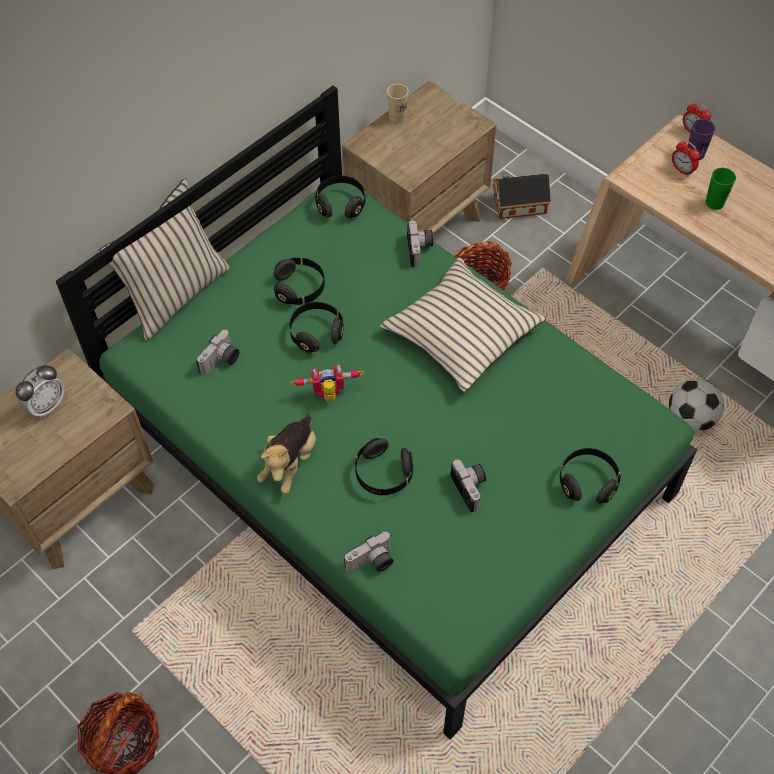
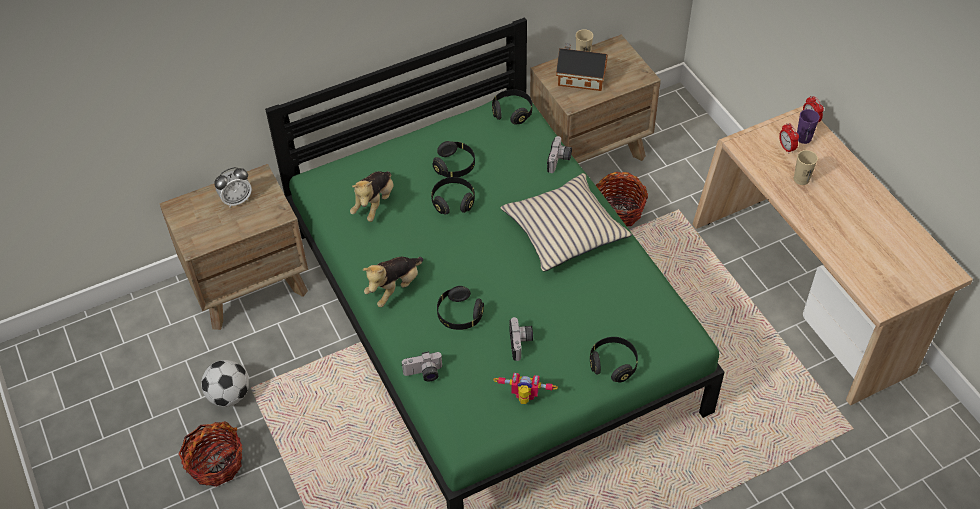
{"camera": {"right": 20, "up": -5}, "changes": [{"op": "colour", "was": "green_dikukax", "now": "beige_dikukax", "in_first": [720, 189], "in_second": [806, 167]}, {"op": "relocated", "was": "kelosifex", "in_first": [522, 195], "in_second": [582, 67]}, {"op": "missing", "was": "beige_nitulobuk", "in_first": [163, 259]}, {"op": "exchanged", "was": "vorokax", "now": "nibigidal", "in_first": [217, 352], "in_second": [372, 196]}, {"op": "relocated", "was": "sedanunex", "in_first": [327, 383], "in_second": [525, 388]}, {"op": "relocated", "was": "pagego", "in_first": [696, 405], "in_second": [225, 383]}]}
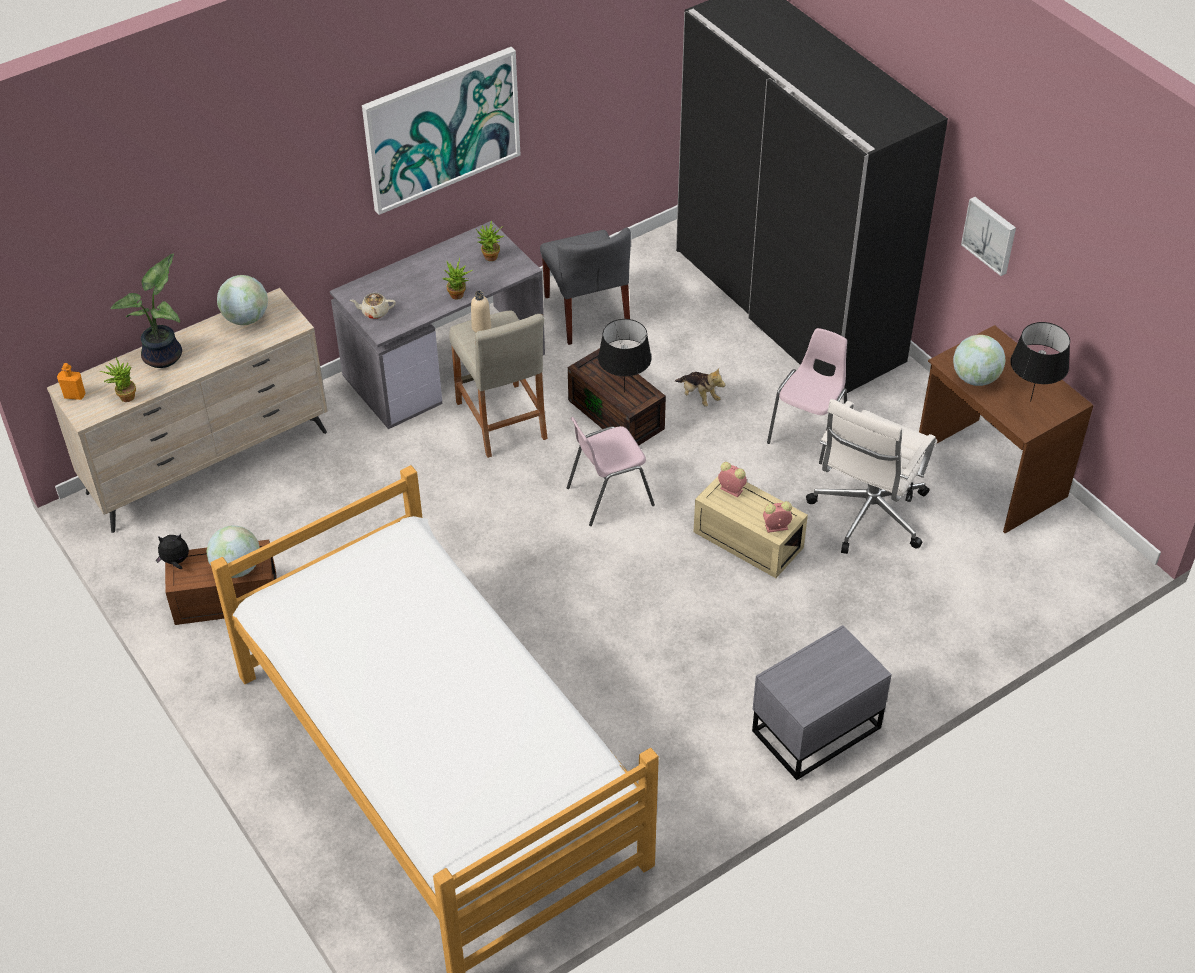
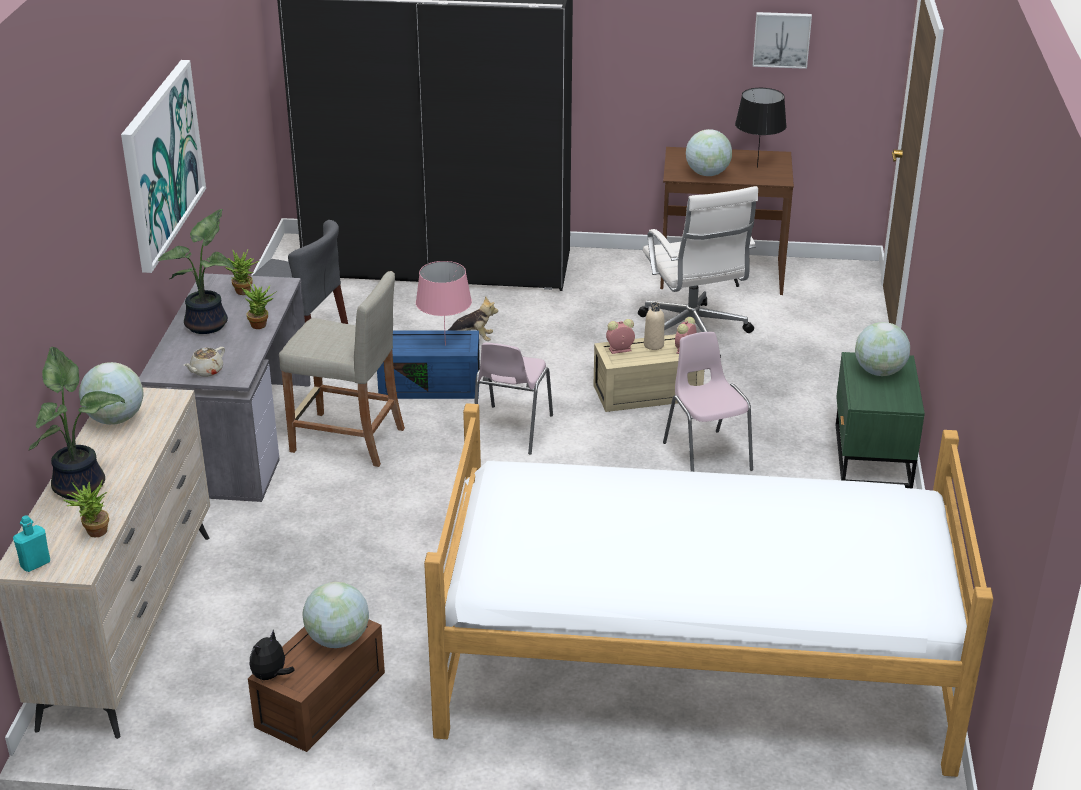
{"camera": {"right": -50, "up": -15}, "changes": [{"op": "relocated", "was": "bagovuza", "in_first": [988, 236], "in_second": [782, 40]}, {"op": "relocated", "was": "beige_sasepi", "in_first": [481, 312], "in_second": [654, 326]}, {"op": "colour", "was": "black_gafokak", "now": "pink_gafokak", "in_first": [625, 356], "in_second": [444, 303]}, {"op": "relocated", "was": "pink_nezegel", "in_first": [807, 396], "in_second": [708, 402]}, {"op": "colour", "was": "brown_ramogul", "now": "blue_ramogul", "in_first": [617, 397], "in_second": [428, 364]}, {"op": "colour", "was": "orange_sasepi", "now": "turquoise_sasepi", "in_first": [71, 381], "in_second": [31, 543]}, {"op": "colour", "was": "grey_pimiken", "now": "green_pimiken", "in_first": [822, 702], "in_second": [880, 420]}, {"op": "appeared", "now": "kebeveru", "in_second": [196, 271]}, {"op": "appeared", "now": "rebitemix", "in_second": [882, 349]}]}
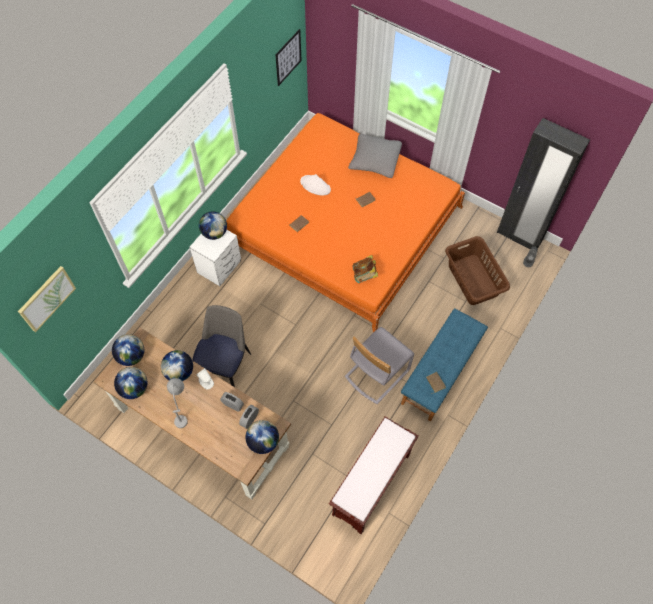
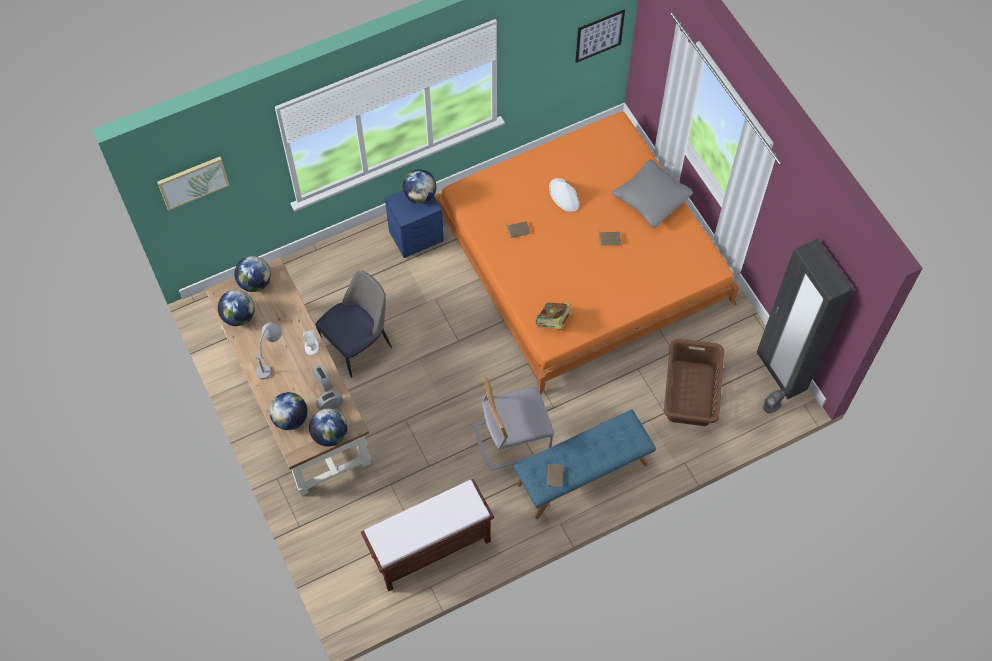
{"camera": {"right": 30, "up": 0}, "changes": [{"op": "colour", "was": "white_pimiken", "now": "blue_pimiken", "in_first": [215, 258], "in_second": [414, 224]}, {"op": "relocated", "was": "rebitemix", "in_first": [177, 365], "in_second": [288, 411]}]}
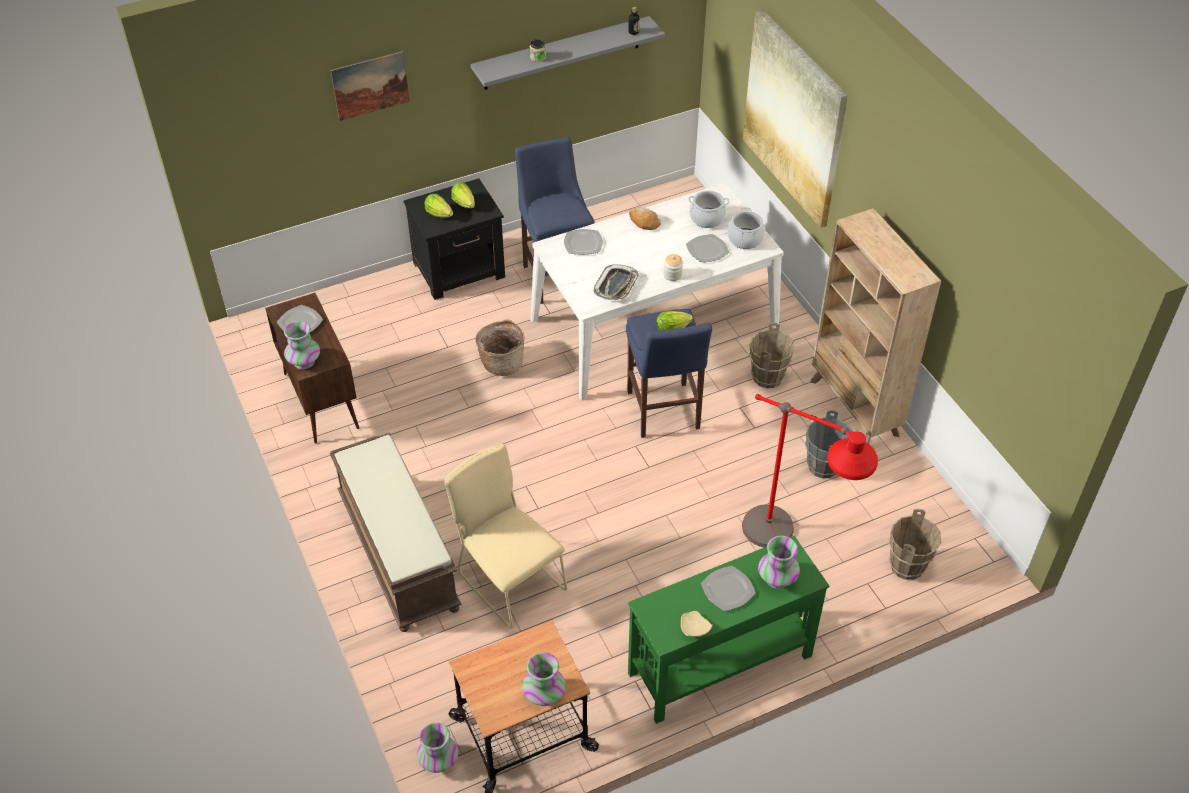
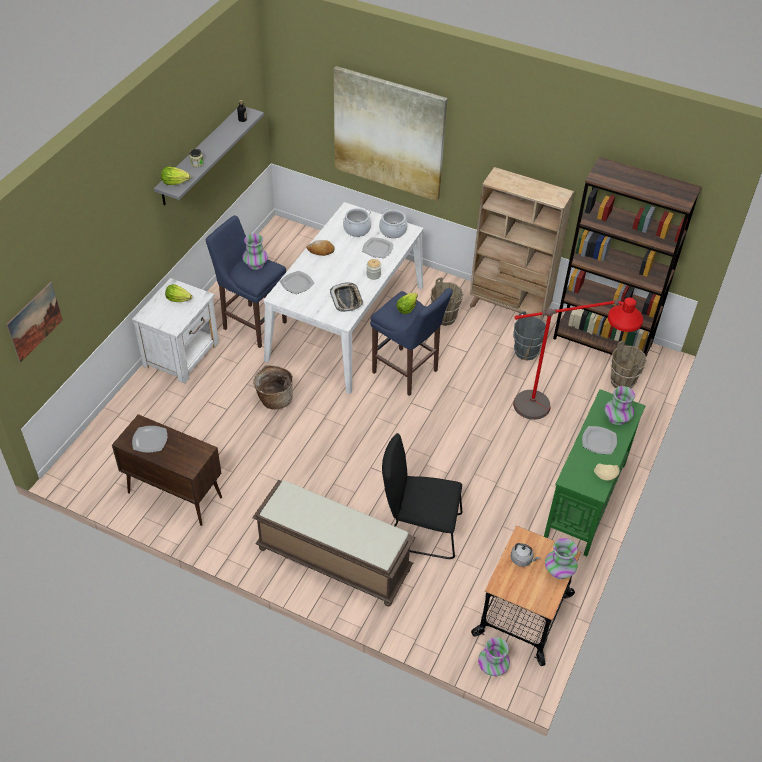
{"camera": {"right": -40, "up": 0}, "changes": [{"op": "relocated", "was": "bagovuza", "in_first": [370, 86], "in_second": [34, 322]}, {"op": "colour", "was": "black_pimiken", "now": "white_pimiken", "in_first": [454, 239], "in_second": [175, 330]}, {"op": "relocated", "was": "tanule", "in_first": [439, 205], "in_second": [176, 176]}, {"op": "relocated", "was": "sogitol", "in_first": [302, 345], "in_second": [255, 252]}, {"op": "colour", "was": "beige_nezegel", "now": "black_nezegel", "in_first": [506, 536], "in_second": [422, 496]}, {"op": "appeared", "now": "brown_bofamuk", "in_second": [627, 256]}, {"op": "appeared", "now": "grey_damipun", "in_second": [525, 555]}]}
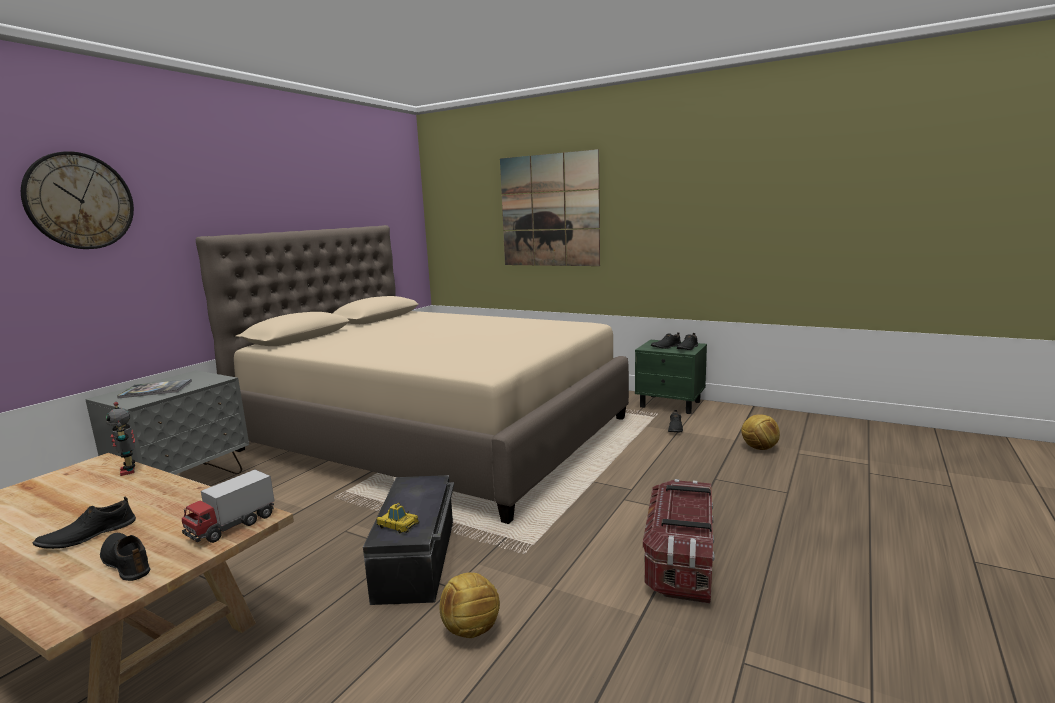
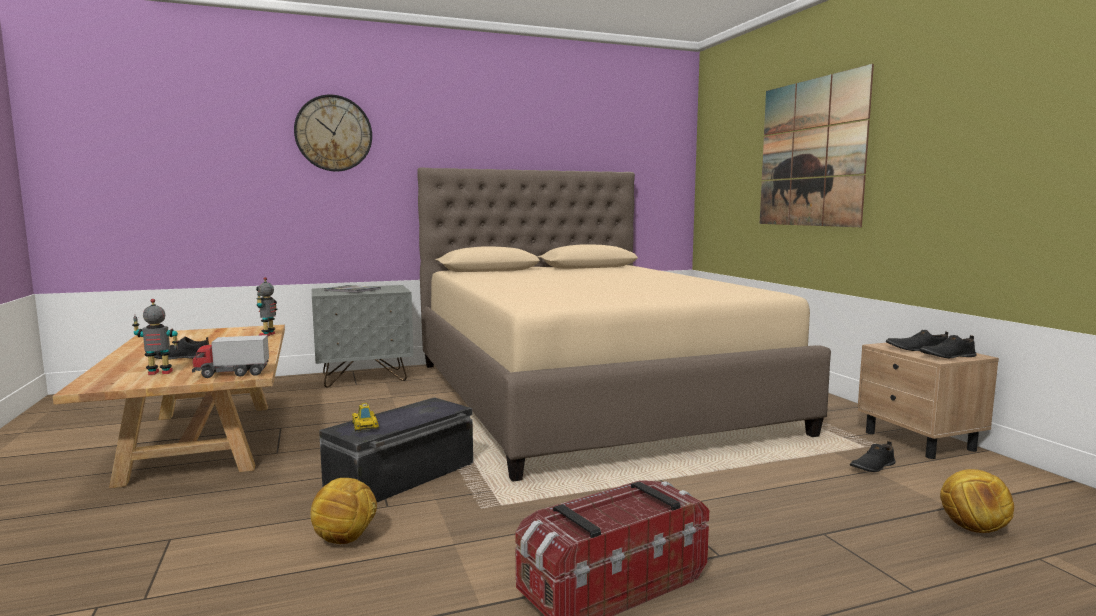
{"camera": {"right": 40, "up": -5}, "changes": [{"op": "colour", "was": "green_pimiken", "now": "beige_pimiken", "in_first": [671, 377], "in_second": [928, 401]}, {"op": "exchanged", "was": "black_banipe", "now": "sedanunex", "in_first": [125, 557], "in_second": [155, 337]}]}
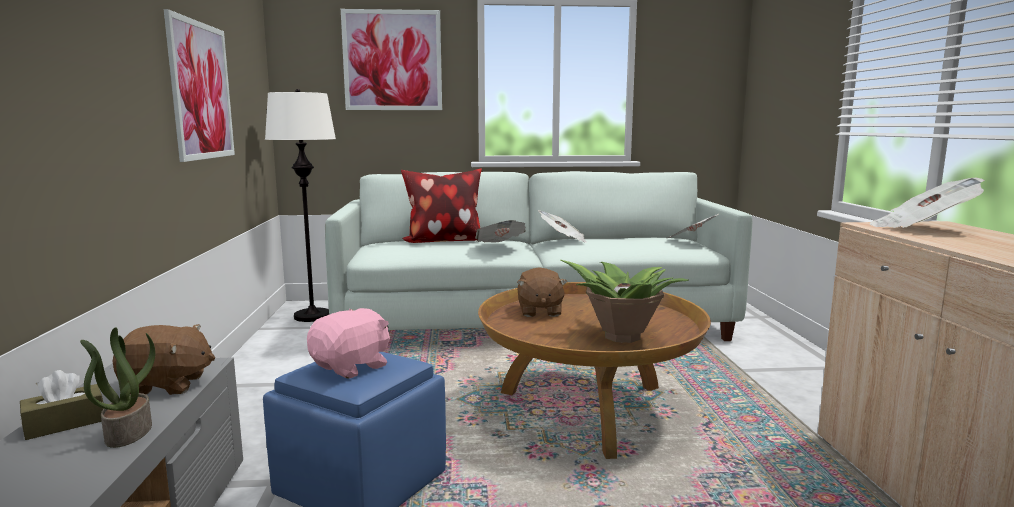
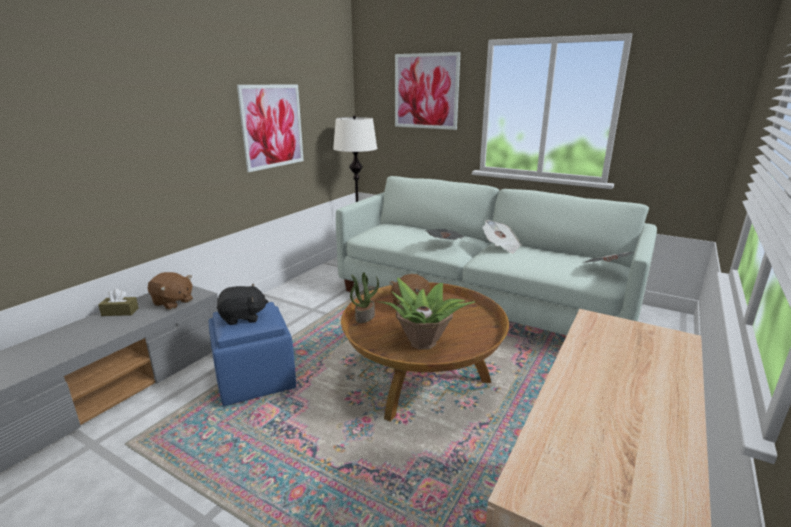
{"camera": {"right": 35, "up": 10}, "changes": [{"op": "missing", "was": "nitulobuk", "in_first": [441, 206]}, {"op": "missing", "was": "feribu", "in_first": [927, 203]}, {"op": "colour", "was": "pink_nibigidal", "now": "black_nibigidal", "in_first": [348, 343], "in_second": [242, 304]}, {"op": "relocated", "was": "kebeveru", "in_first": [117, 387], "in_second": [364, 297]}]}
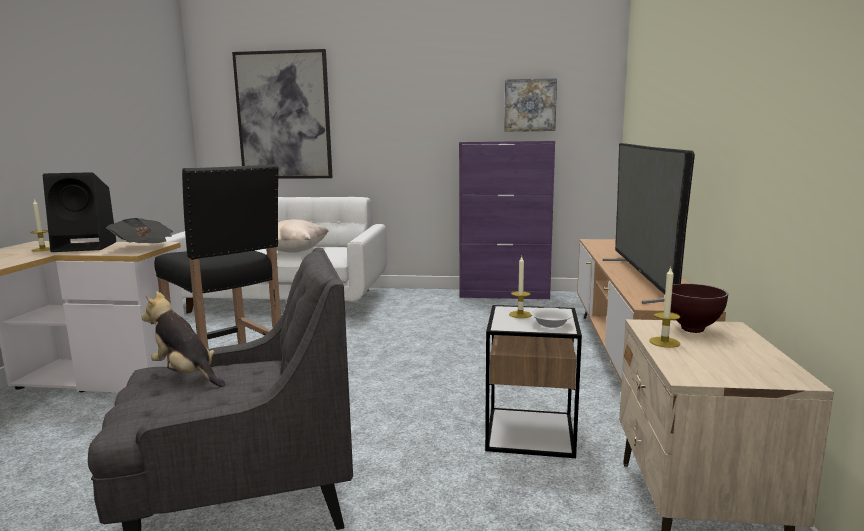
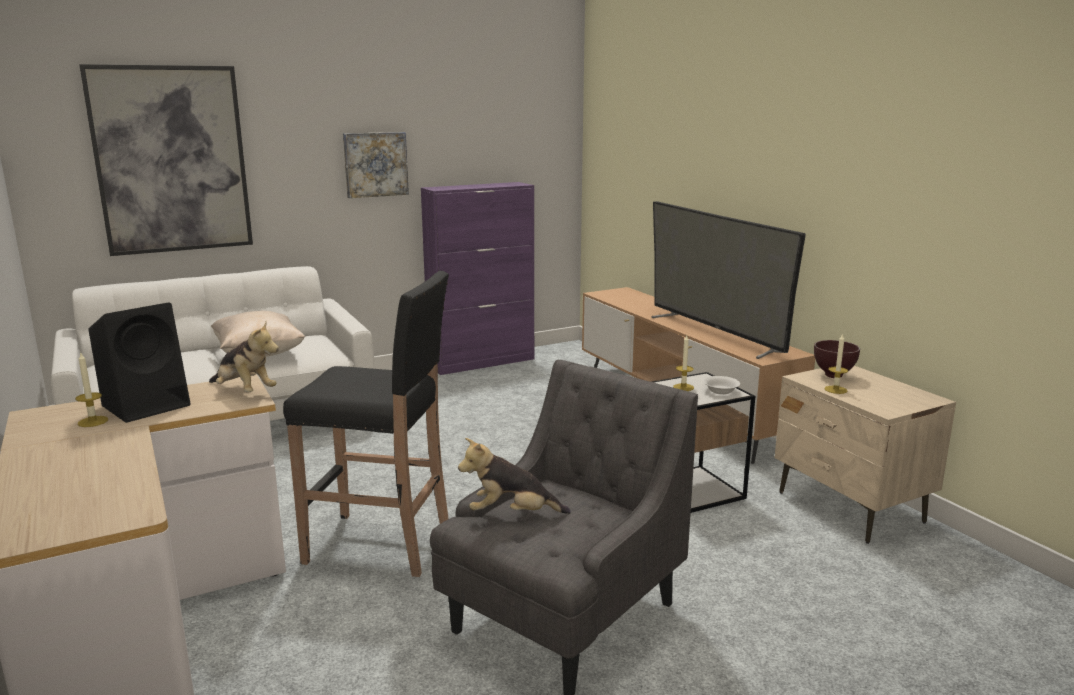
{"camera": {"right": -35, "up": 5}, "changes": [{"op": "relocated", "was": "bagovuza", "in_first": [530, 105], "in_second": [376, 165]}, {"op": "exchanged", "was": "feribu", "now": "nibigidal", "in_first": [139, 230], "in_second": [244, 357]}]}
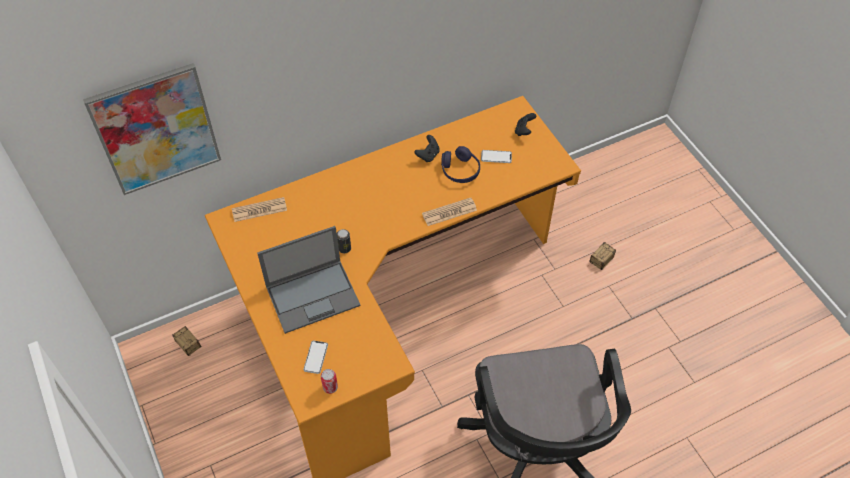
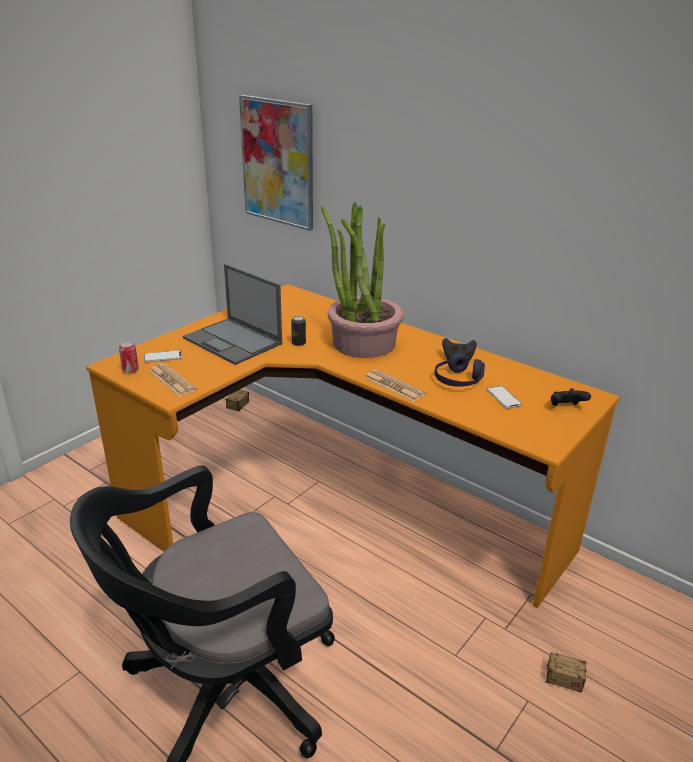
{"camera": {"right": 65, "up": -25}, "changes": [{"op": "relocated", "was": "feribu", "in_first": [259, 209], "in_second": [173, 380]}, {"op": "appeared", "now": "kebeveru", "in_second": [362, 280]}]}
